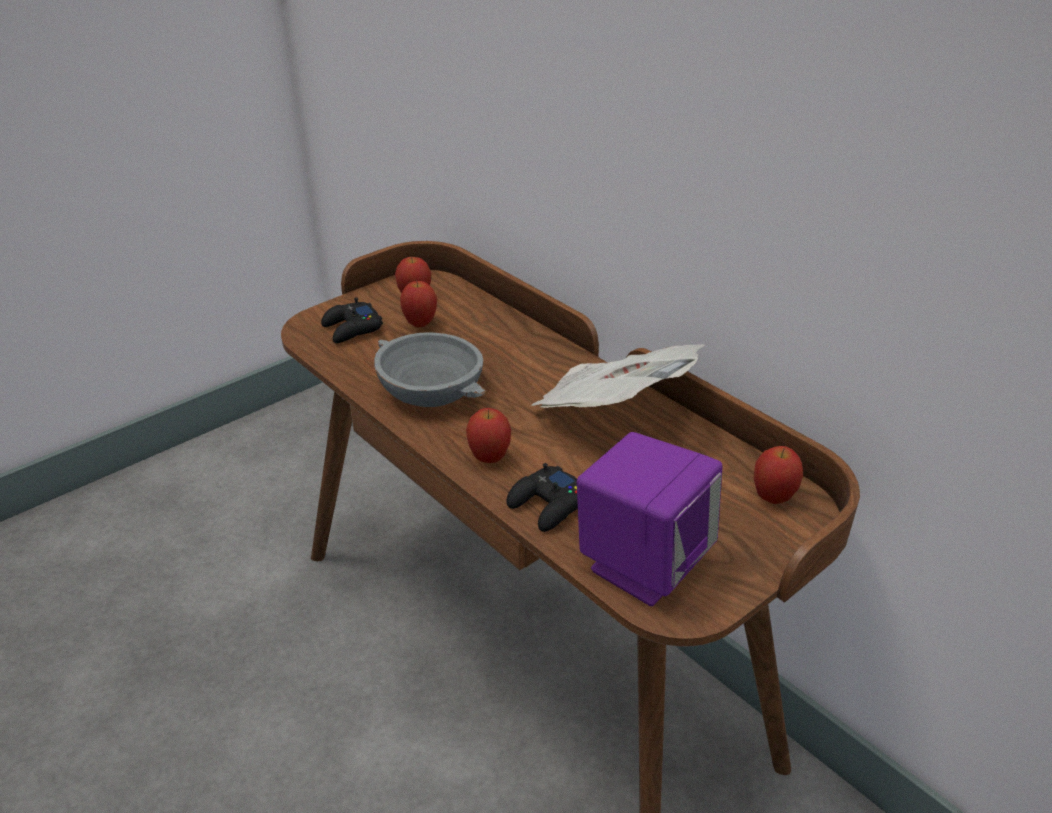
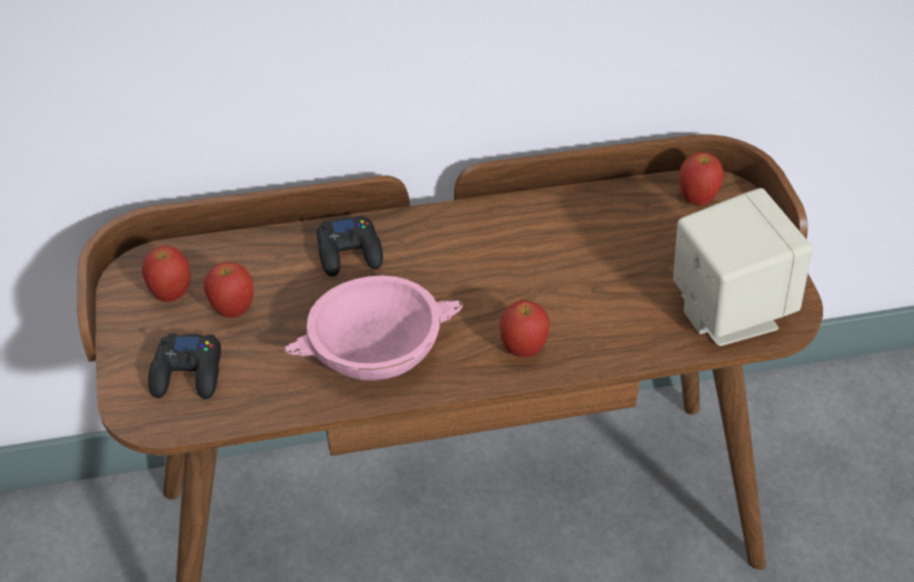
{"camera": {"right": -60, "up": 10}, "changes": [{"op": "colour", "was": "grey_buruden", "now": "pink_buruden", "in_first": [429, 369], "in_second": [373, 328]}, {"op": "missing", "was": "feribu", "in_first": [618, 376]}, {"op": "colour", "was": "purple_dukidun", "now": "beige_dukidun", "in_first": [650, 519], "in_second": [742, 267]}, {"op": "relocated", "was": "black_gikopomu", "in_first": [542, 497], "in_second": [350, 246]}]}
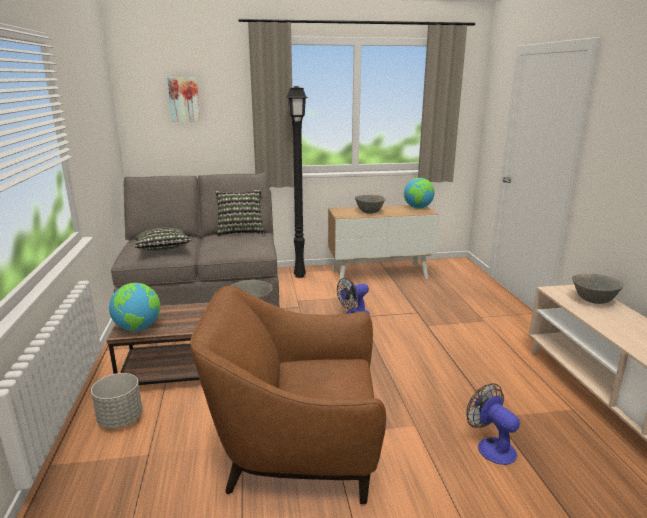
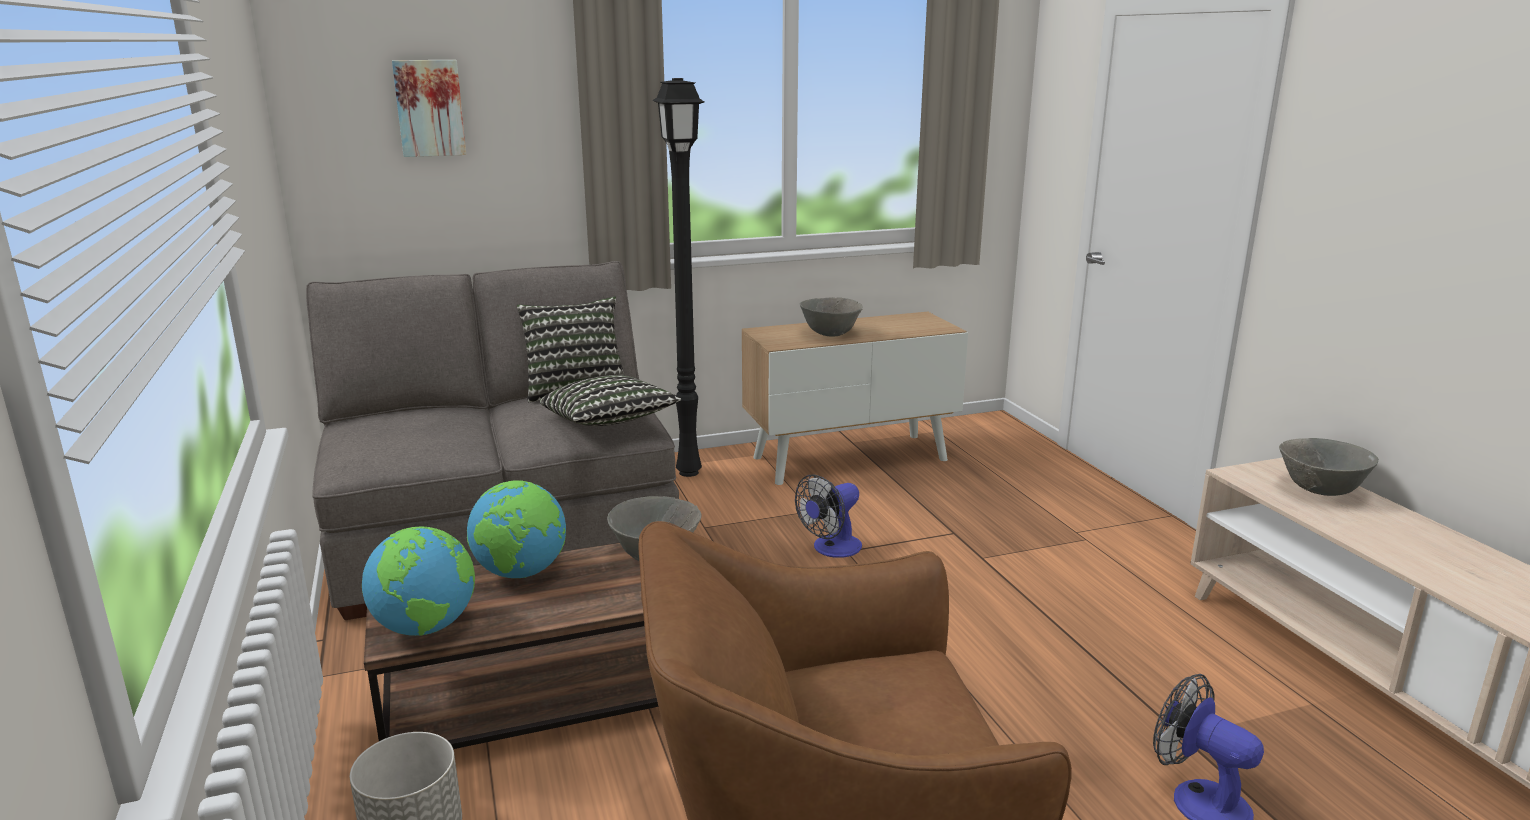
{"camera": {"right": -10, "up": 0}, "changes": [{"op": "relocated", "was": "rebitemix", "in_first": [419, 193], "in_second": [516, 529]}, {"op": "relocated", "was": "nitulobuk", "in_first": [163, 239], "in_second": [610, 400]}]}
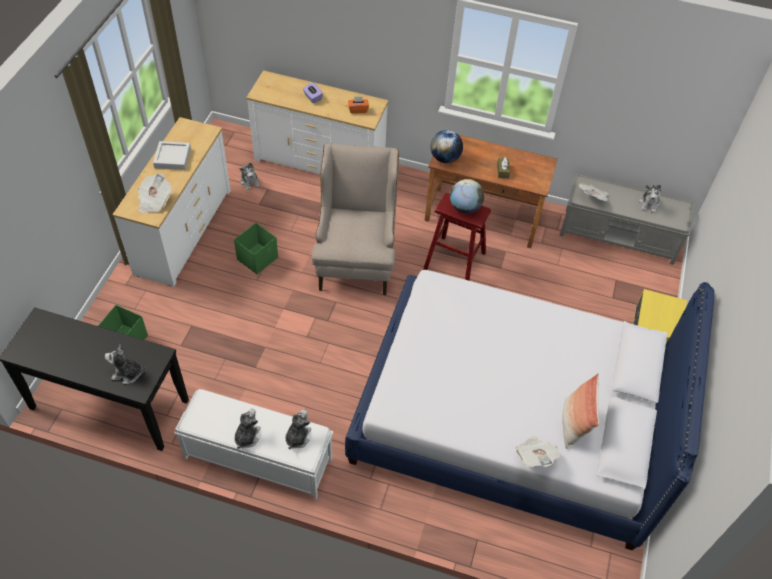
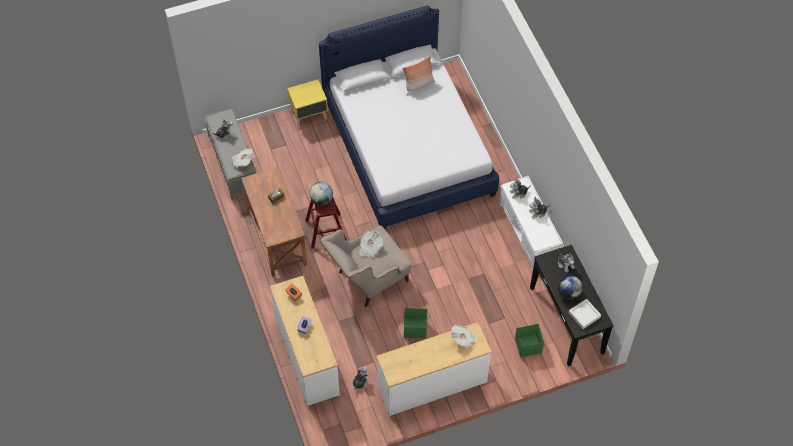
{"camera": {"right": -125, "up": 5}, "changes": [{"op": "relocated", "was": "rebitemix", "in_first": [446, 146], "in_second": [570, 287]}, {"op": "relocated", "was": "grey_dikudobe", "in_first": [172, 155], "in_second": [585, 314]}, {"op": "relocated", "was": "feribu", "in_first": [537, 451], "in_second": [371, 244]}]}
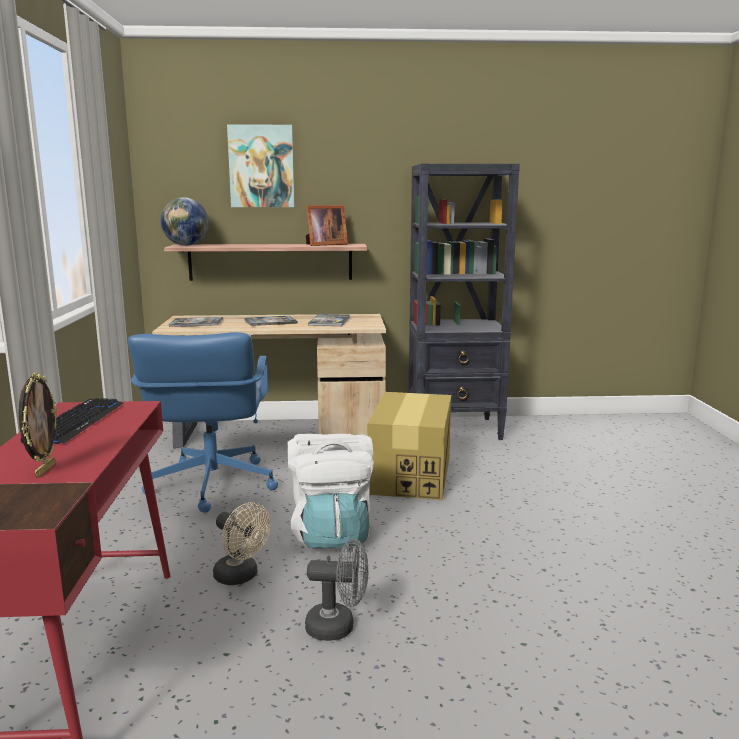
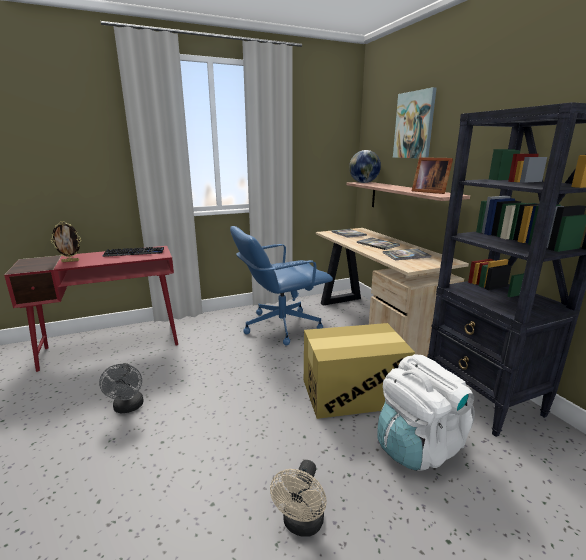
{"camera": {"right": 70, "up": 5}, "changes": [{"op": "relocated", "was": "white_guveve", "in_first": [330, 491], "in_second": [426, 412]}, {"op": "relocated", "was": "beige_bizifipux", "in_first": [242, 543], "in_second": [298, 498]}]}
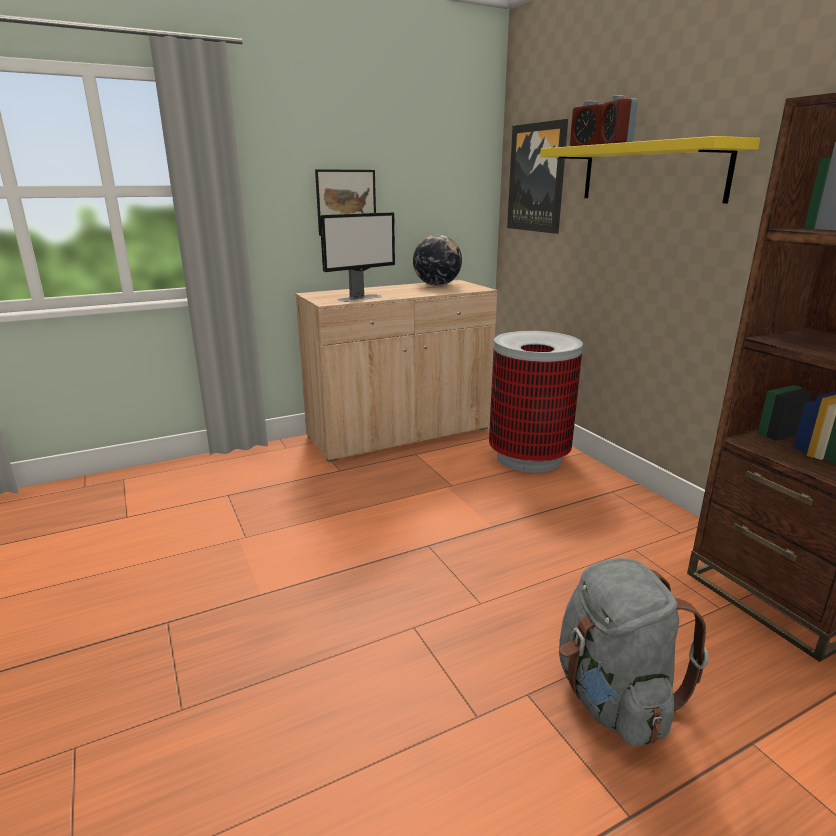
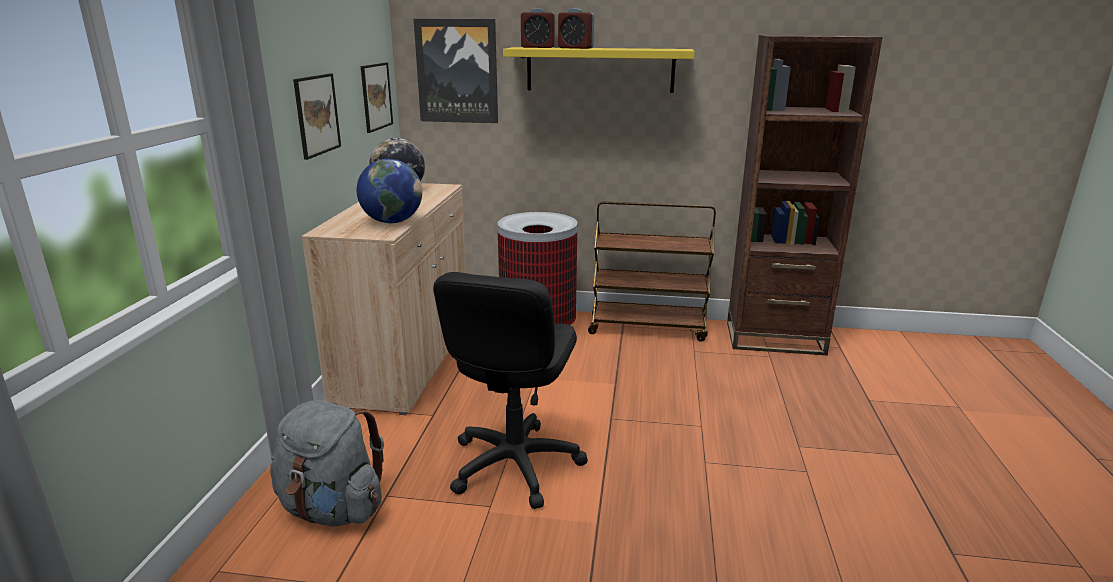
{"camera": {"right": -55, "up": 0}, "changes": [{"op": "exchanged", "was": "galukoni", "now": "rebitemix", "in_first": [357, 257], "in_second": [389, 191]}, {"op": "relocated", "was": "grey_guveve", "in_first": [633, 652], "in_second": [327, 463]}, {"op": "appeared", "now": "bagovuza", "in_second": [377, 98]}, {"op": "appeared", "now": "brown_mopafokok", "in_second": [652, 271]}, {"op": "appeared", "now": "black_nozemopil", "in_second": [510, 390]}]}
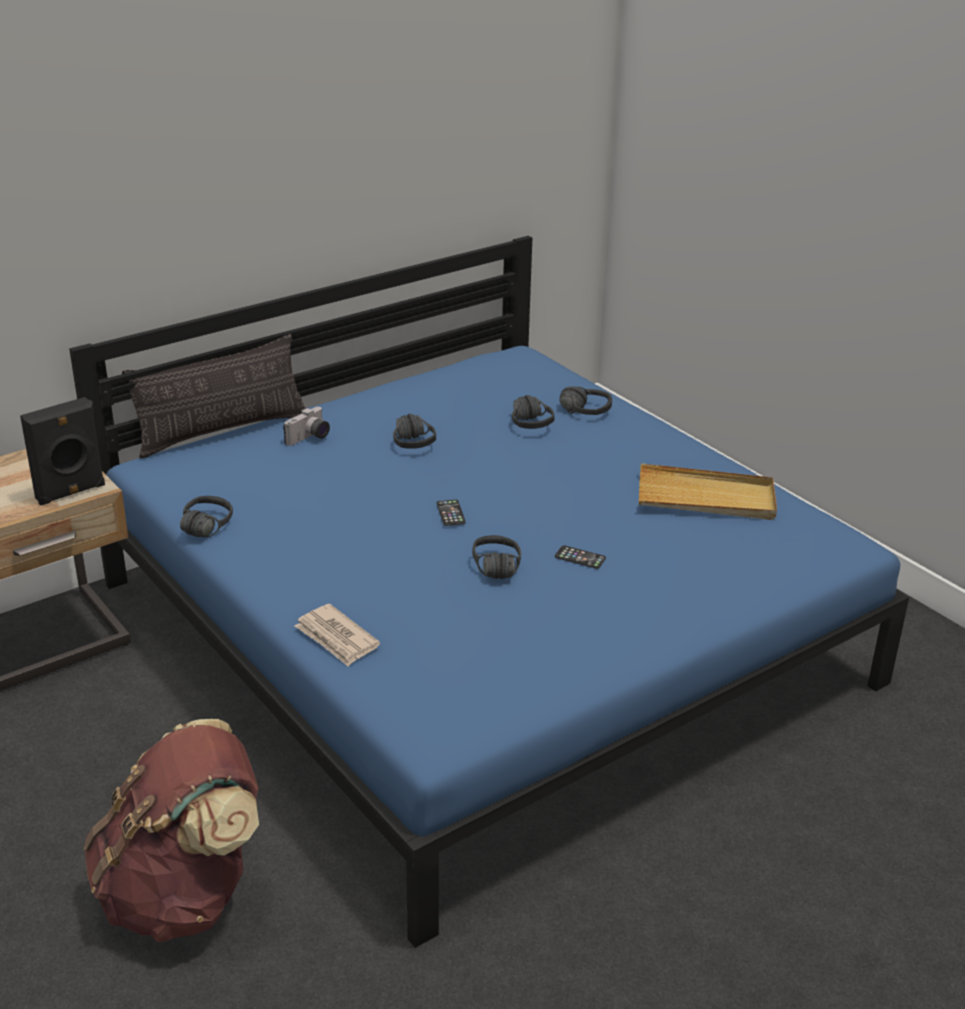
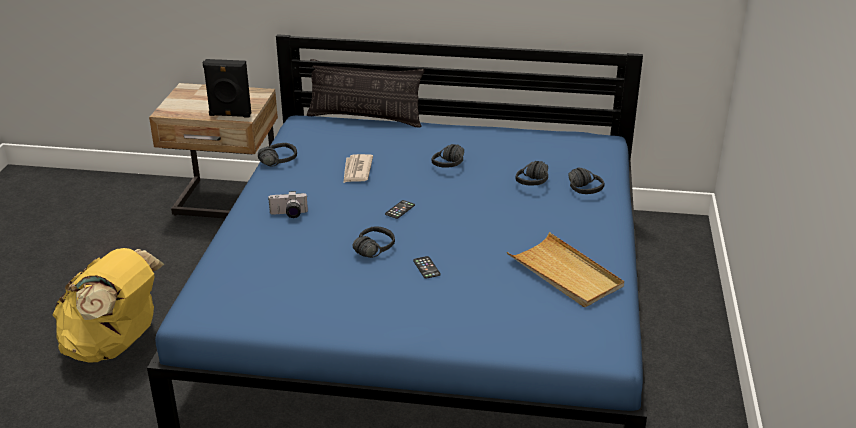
{"camera": {"right": 45, "up": 0}, "changes": [{"op": "relocated", "was": "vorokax", "in_first": [306, 426], "in_second": [288, 204]}, {"op": "relocated", "was": "feribu", "in_first": [337, 635], "in_second": [358, 168]}, {"op": "colour", "was": "brown_guveve", "now": "yellow_guveve", "in_first": [171, 830], "in_second": [108, 305]}]}
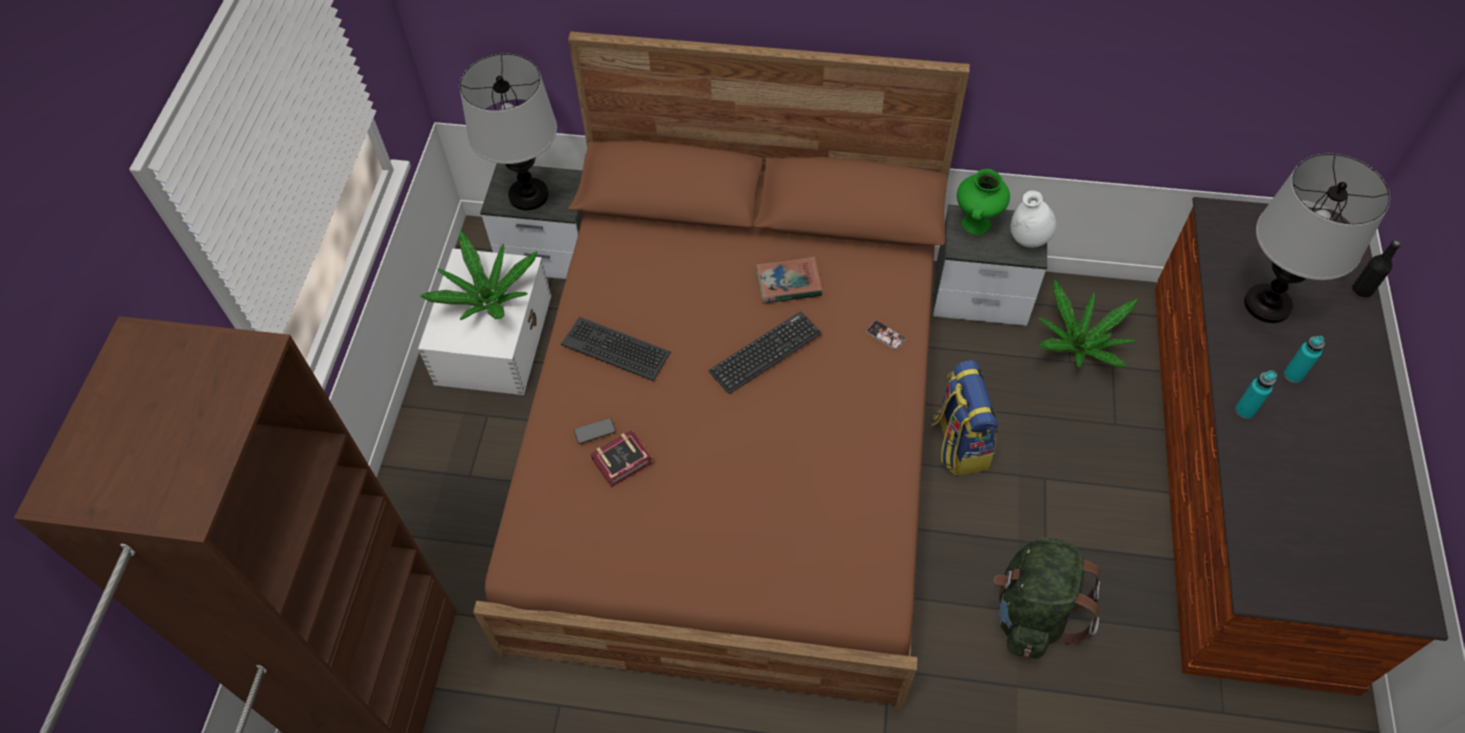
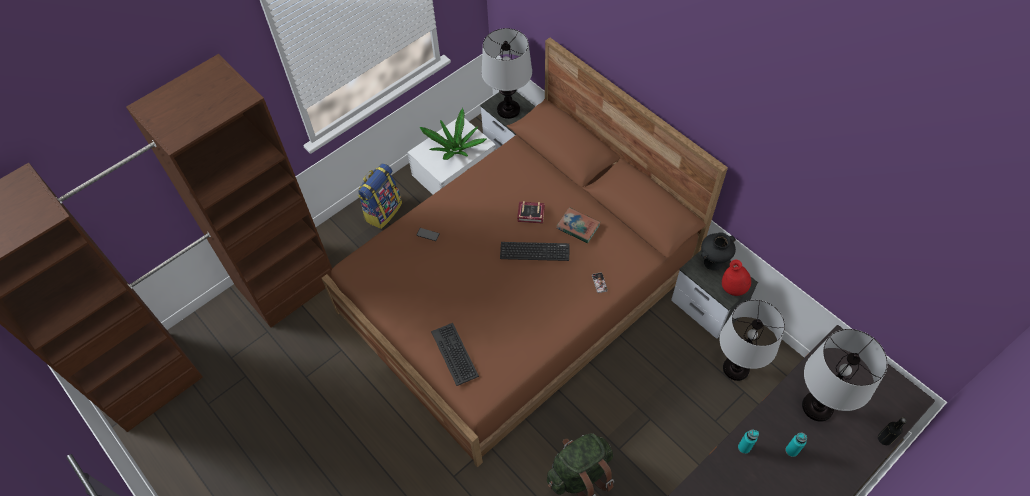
{"camera": {"right": 40, "up": 0}, "changes": [{"op": "colour", "was": "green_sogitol", "now": "black_sogitol", "in_first": [983, 202], "in_second": [718, 251]}, {"op": "colour", "was": "white_sogitol", "now": "red_sogitol", "in_first": [1033, 219], "in_second": [736, 278]}, {"op": "exchanged", "was": "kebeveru", "now": "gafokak", "in_first": [1088, 324], "in_second": [752, 340]}, {"op": "relocated", "was": "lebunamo", "in_first": [616, 349], "in_second": [455, 354]}, {"op": "relocated", "was": "guveve", "in_first": [964, 418], "in_second": [379, 196]}, {"op": "relocated", "was": "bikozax", "in_first": [622, 458], "in_second": [531, 212]}]}
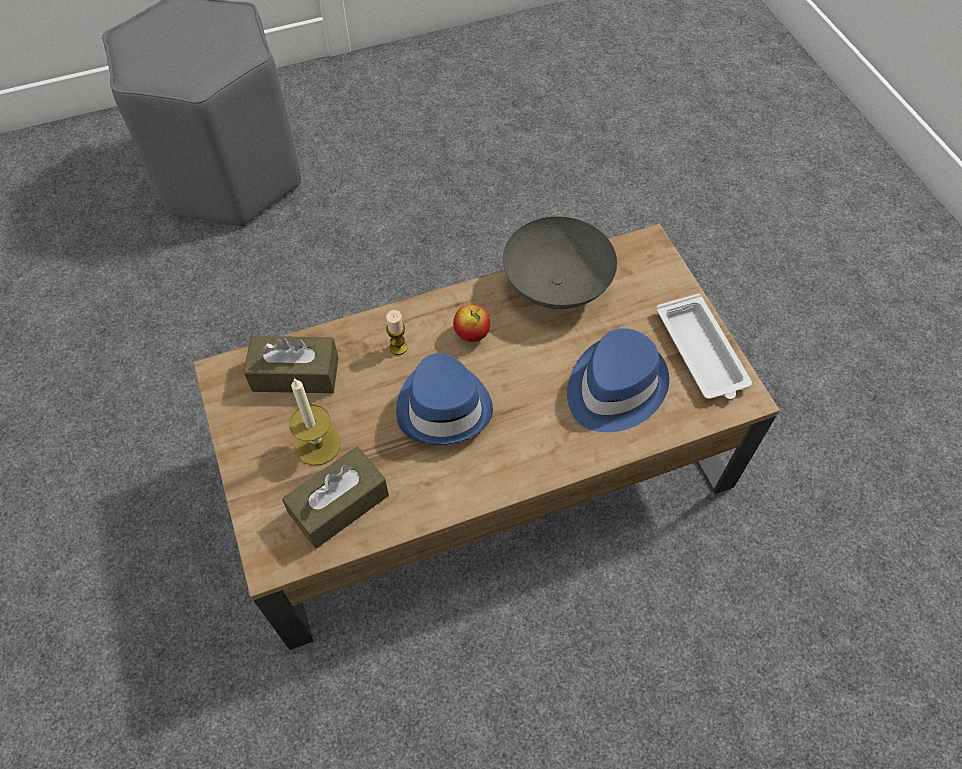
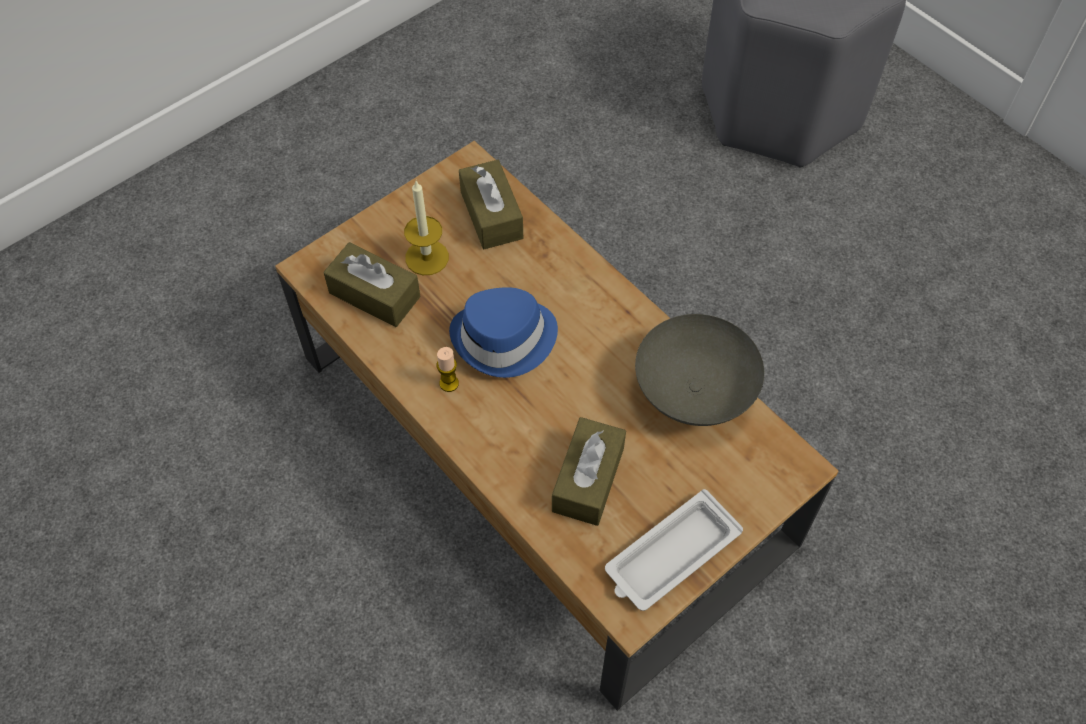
{"camera": {"right": 70, "up": 0}, "changes": [{"op": "missing", "was": "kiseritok", "in_first": [471, 323]}, {"op": "relocated", "was": "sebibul", "in_first": [396, 332], "in_second": [448, 369]}, {"op": "exchanged", "was": "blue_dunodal", "now": "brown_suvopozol", "in_first": [618, 380], "in_second": [589, 471]}]}
